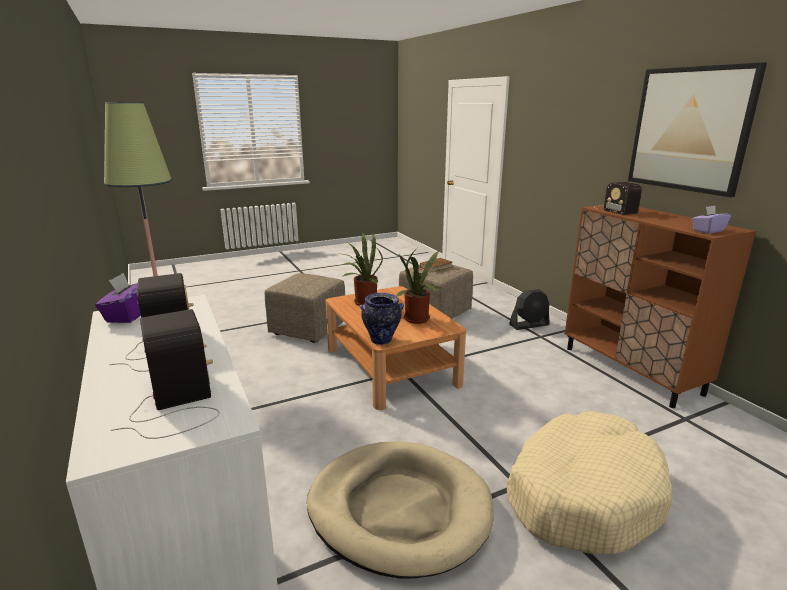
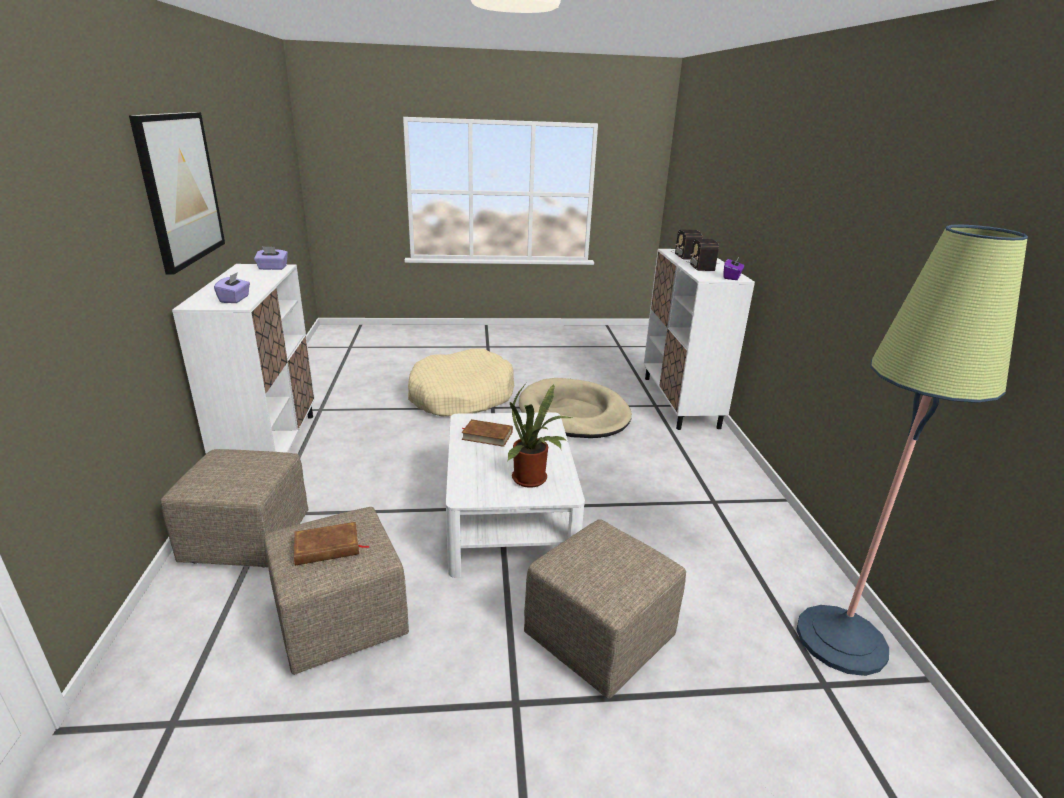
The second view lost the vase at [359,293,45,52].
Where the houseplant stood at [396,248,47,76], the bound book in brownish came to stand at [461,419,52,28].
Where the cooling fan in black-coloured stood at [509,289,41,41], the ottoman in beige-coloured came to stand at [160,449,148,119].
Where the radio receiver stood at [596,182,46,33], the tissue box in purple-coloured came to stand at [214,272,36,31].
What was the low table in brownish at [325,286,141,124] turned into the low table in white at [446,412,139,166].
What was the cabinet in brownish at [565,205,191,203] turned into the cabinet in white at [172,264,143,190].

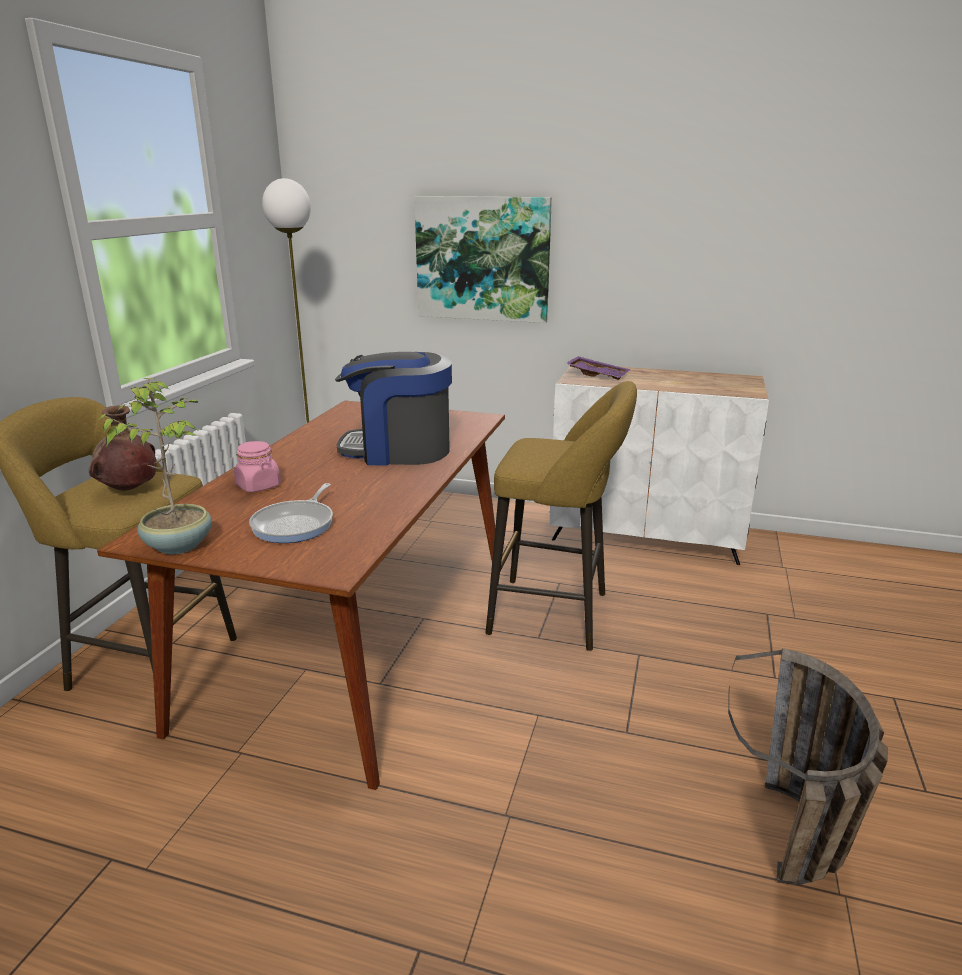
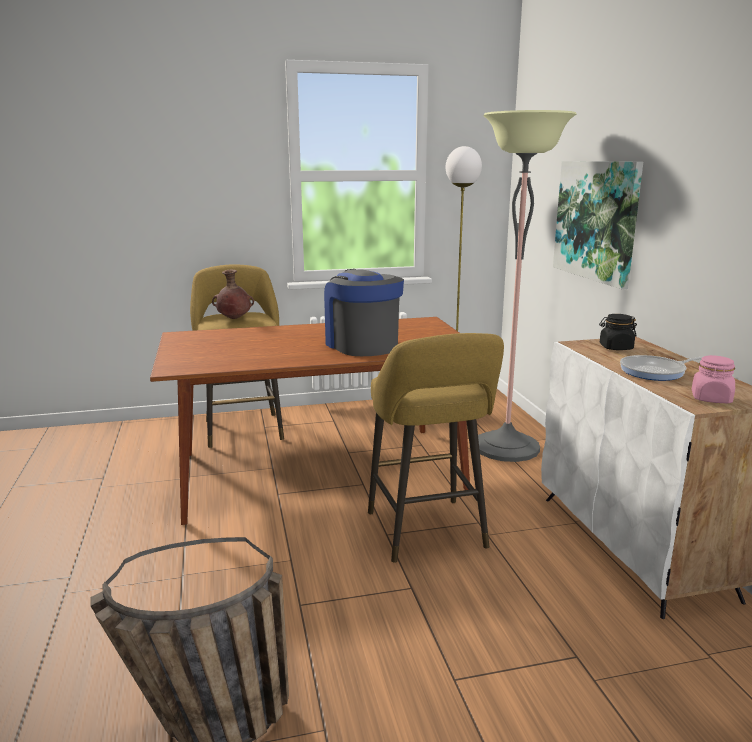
The second view lost the houseplant at [96,378,116,176].
The second view gained the standard lamp at [478,110,98,352].
The storage jar in pinkish ended up elsewhere, having gone from [234,441,47,51] to [692,355,43,48].
The pan ended up elsewhere, having gone from [249,483,84,60] to [620,355,82,26].
Where the serving tray in purple-coloured stood at [566,356,64,24], the storage jar in black-coloured came to stand at [599,314,38,36].

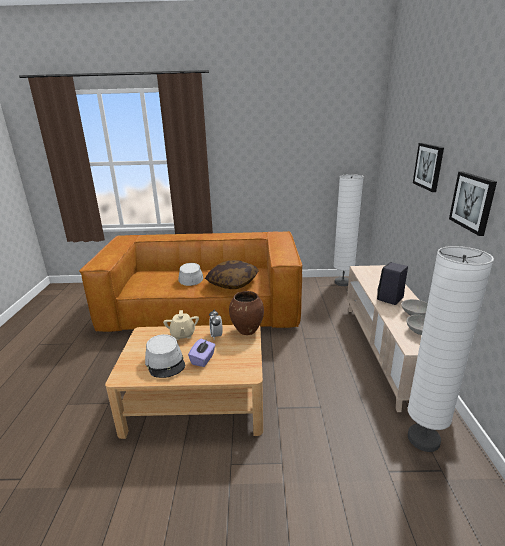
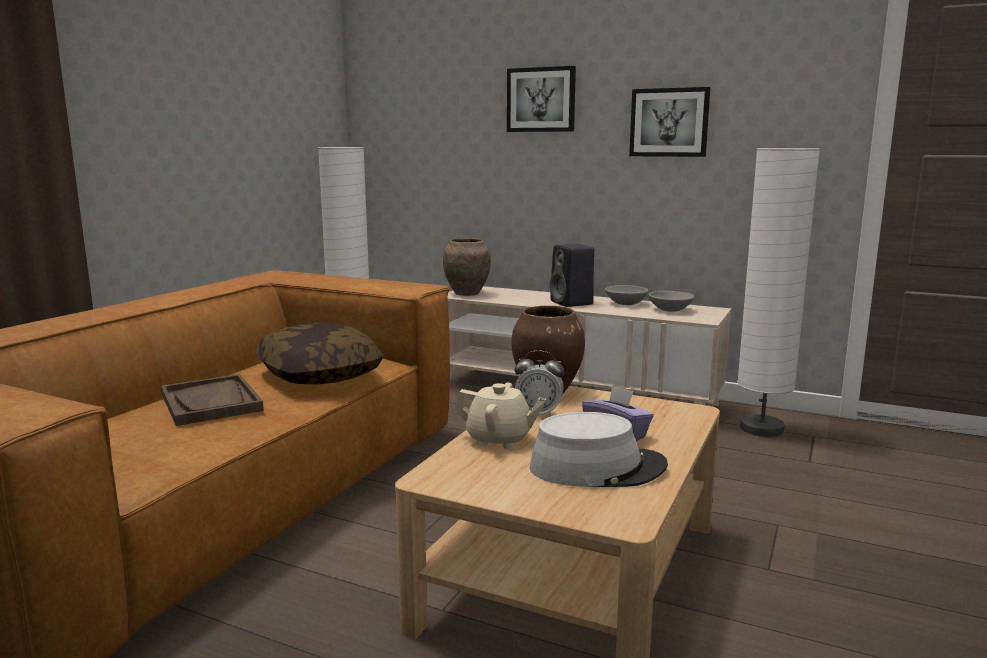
The second view gained the vase in brownish at [443,238,48,58].
Where the hat in grey stood at [178,263,25,23], the serving tray in brownish came to stand at [161,374,103,52].

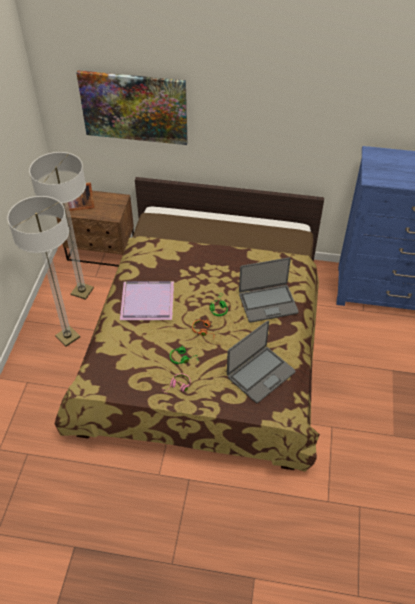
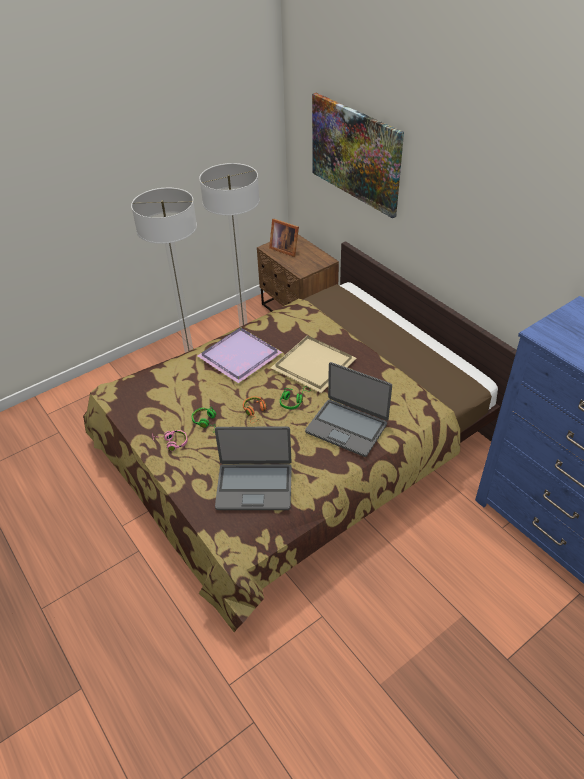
The second view gained the serving tray in beige-coloured at [271,336,85,57].

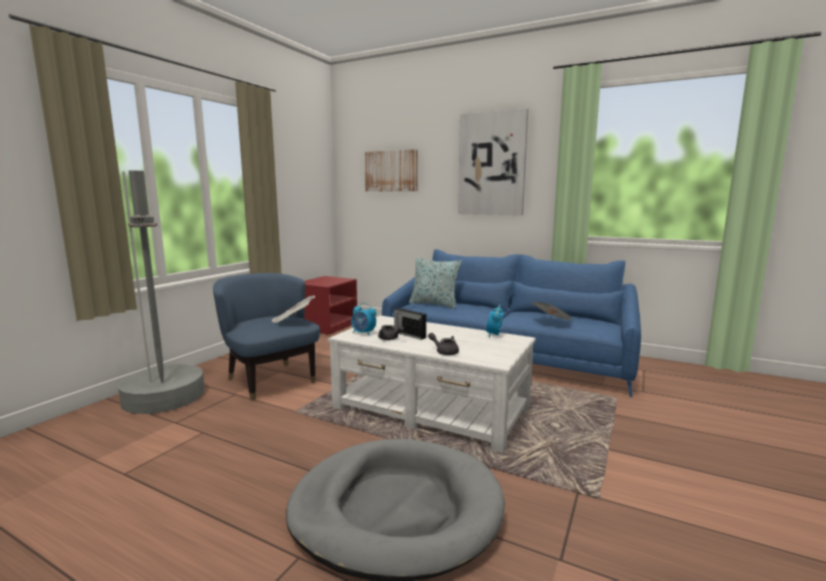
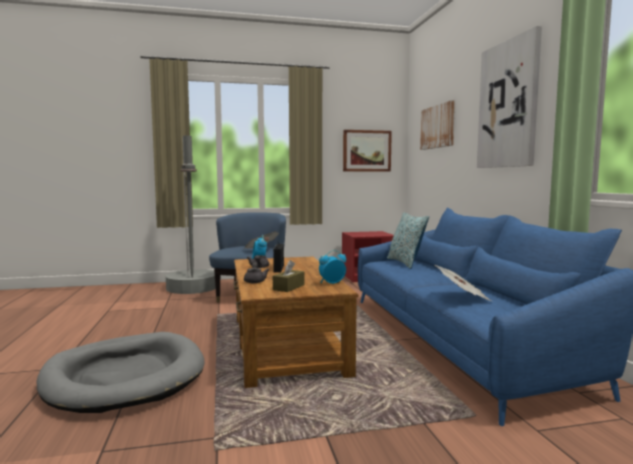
The second view gained the tissue box in brownish at [273,260,32,32].
The second view gained the wall picture at [343,130,49,42].
What was the low table in white at [328,316,208,137] turned into the low table in brownish at [233,257,126,131].

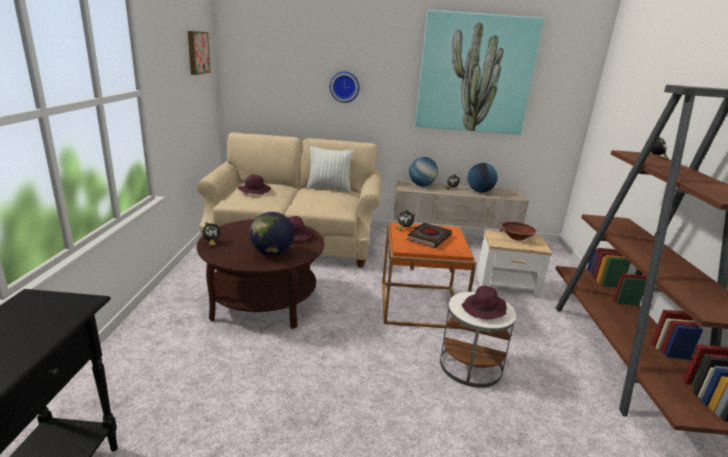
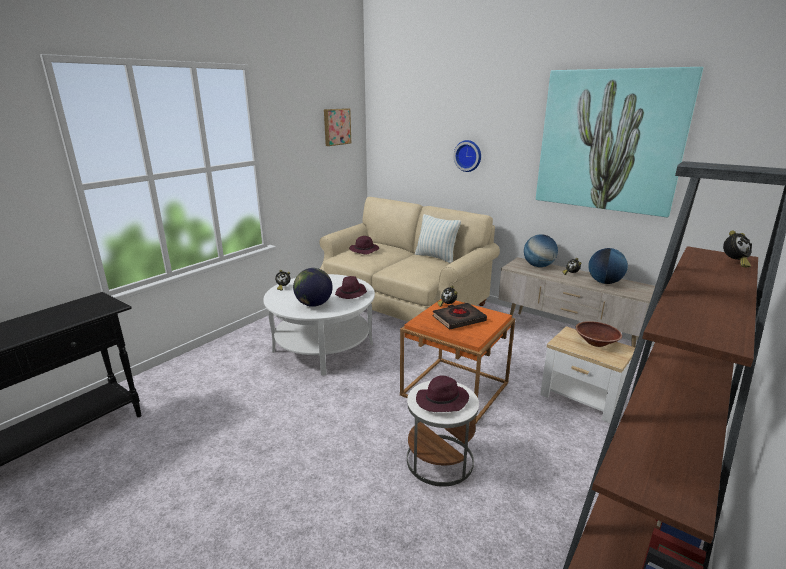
What was the low table in brownish at [197,219,127,110] turned into the low table in white at [263,274,112,102].

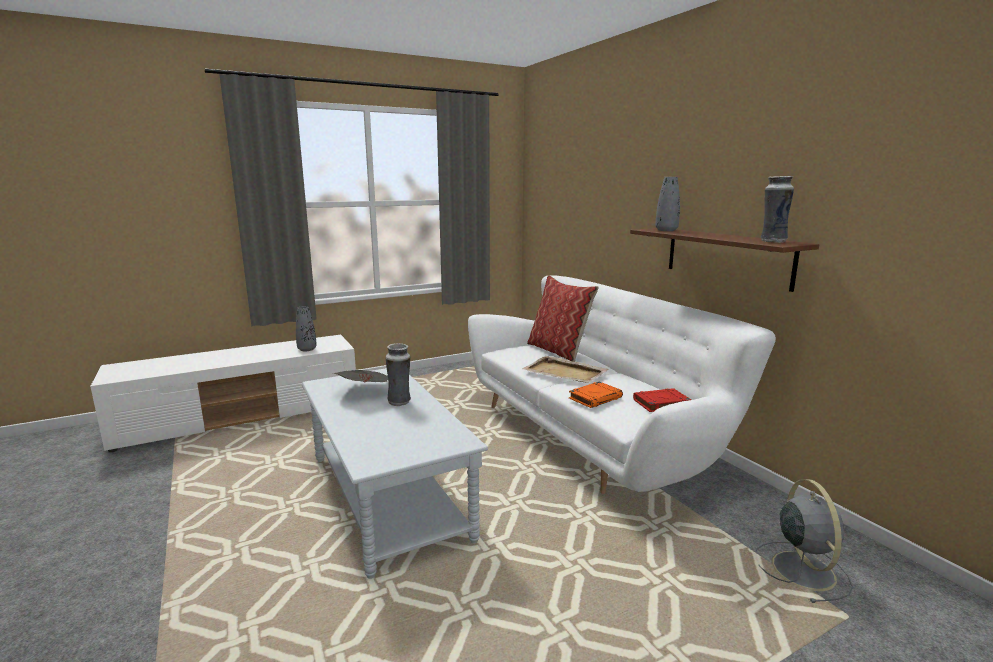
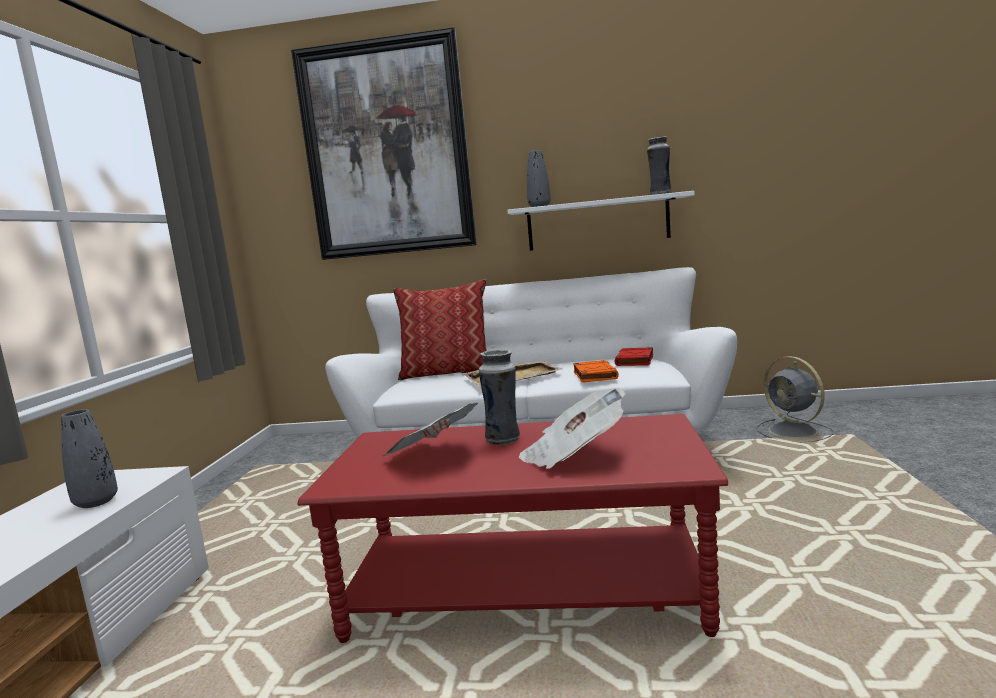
The second view gained the wall picture at [291,27,186,233].
The second view gained the daily paper at [519,388,107,81].
What was the low table in grey at [301,368,187,211] turned into the low table in red at [298,414,430,229].
What was the bracket shelf in brownish at [630,228,189,64] turned into the bracket shelf in white at [507,191,188,60].
The cooling fan in grey at [755,479,98,124] ended up facing another way, 150 degrees counterclockwise from before.

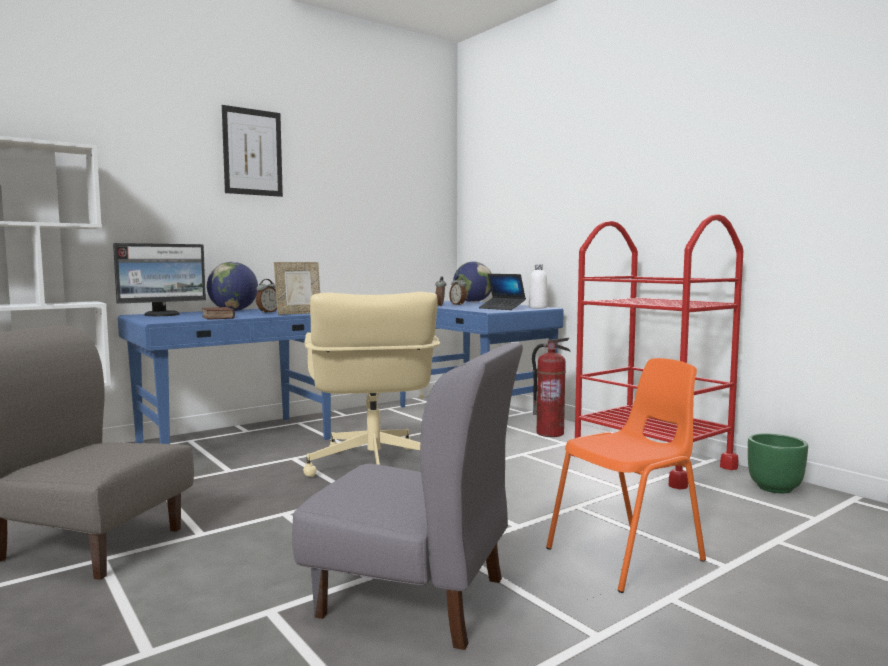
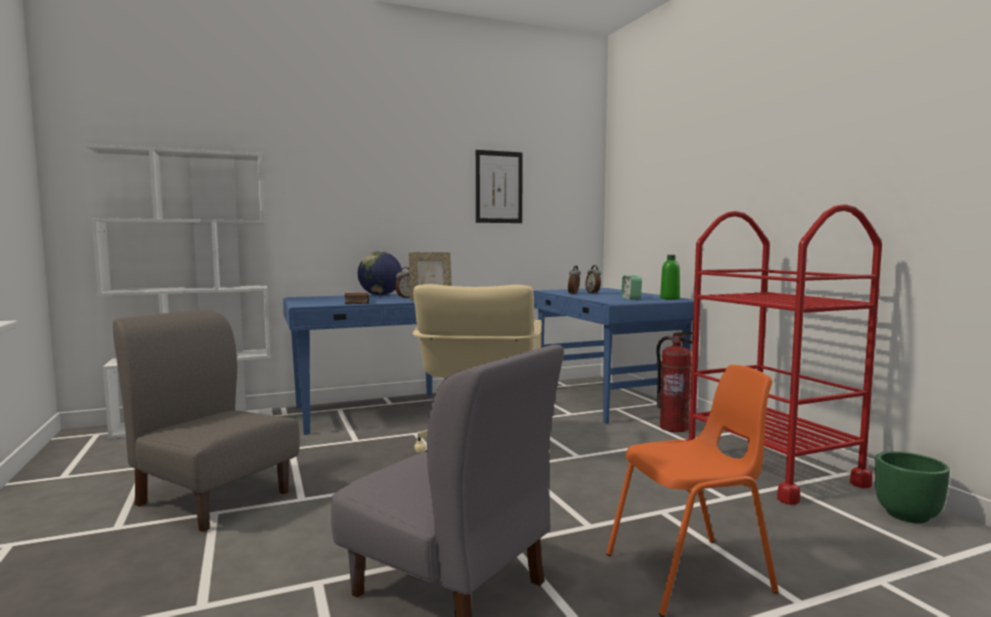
The second view lost the computer display at [113,243,93,73].
The second view lost the world globe at [453,262,39,40].
The wall picture ended up elsewhere, having gone from [222,105,61,92] to [476,150,47,73].
Where the notebook computer stood at [479,274,47,36], the table clock came to stand at [621,275,21,25].
What was the bottle in white at [529,264,18,44] turned into the bottle in green-coloured at [660,255,20,45].

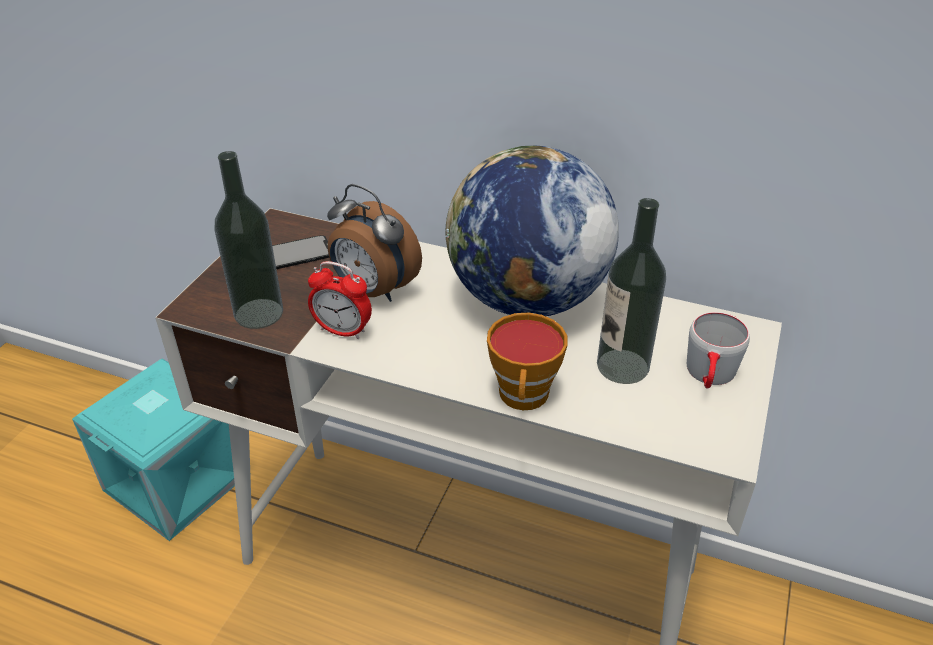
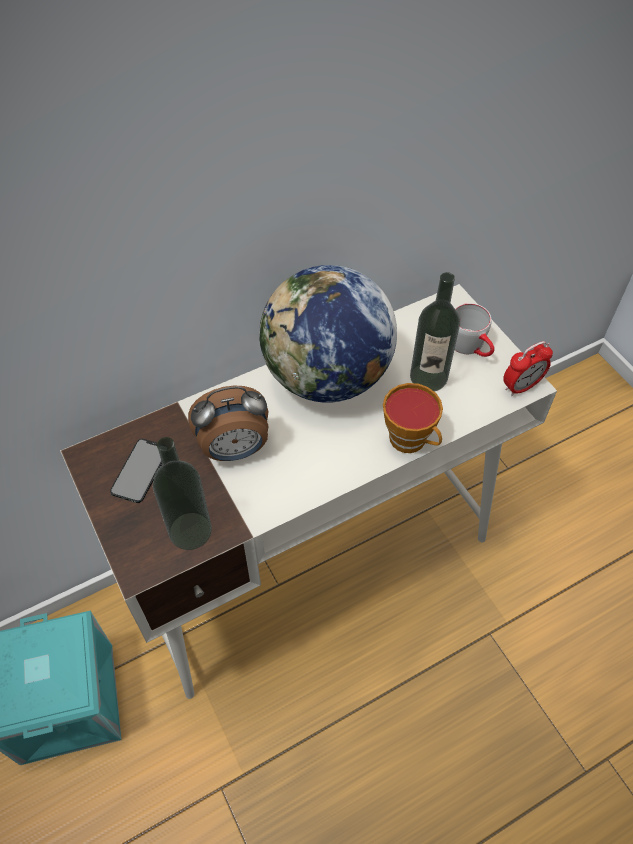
The table clock ended up elsewhere, having gone from [308,261,64,78] to [503,341,50,55].

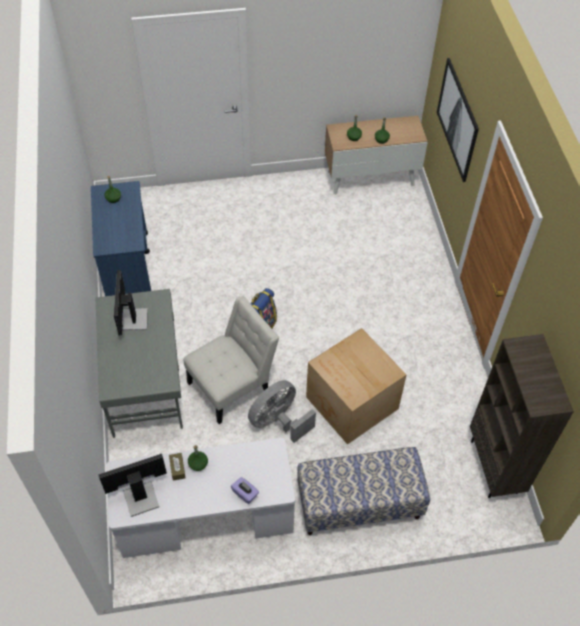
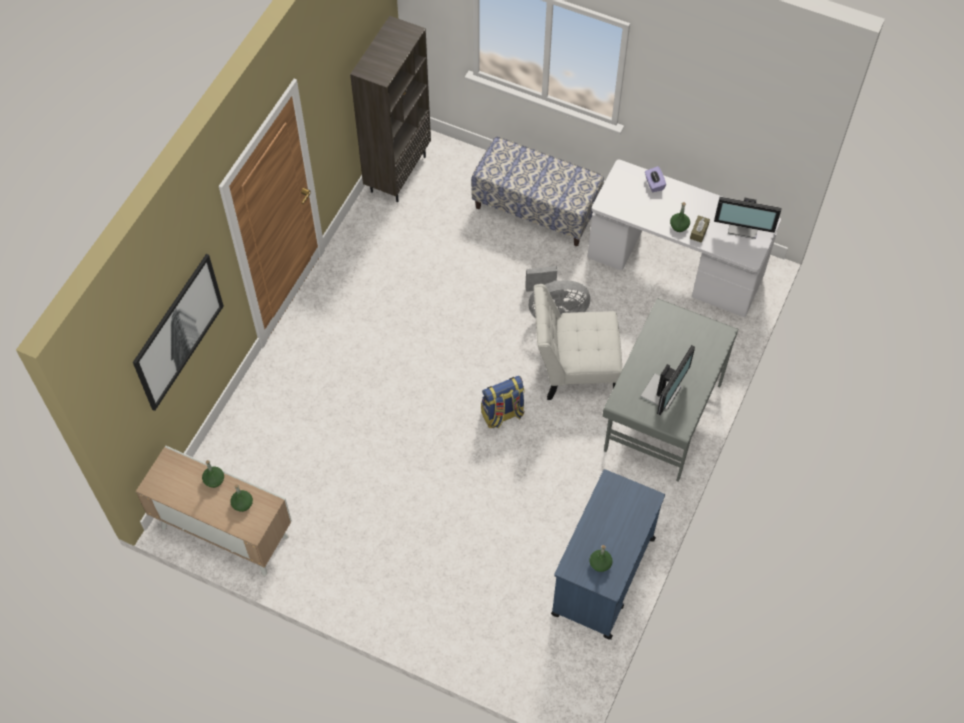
The second view lost the cardboard box at [306,328,101,117].

